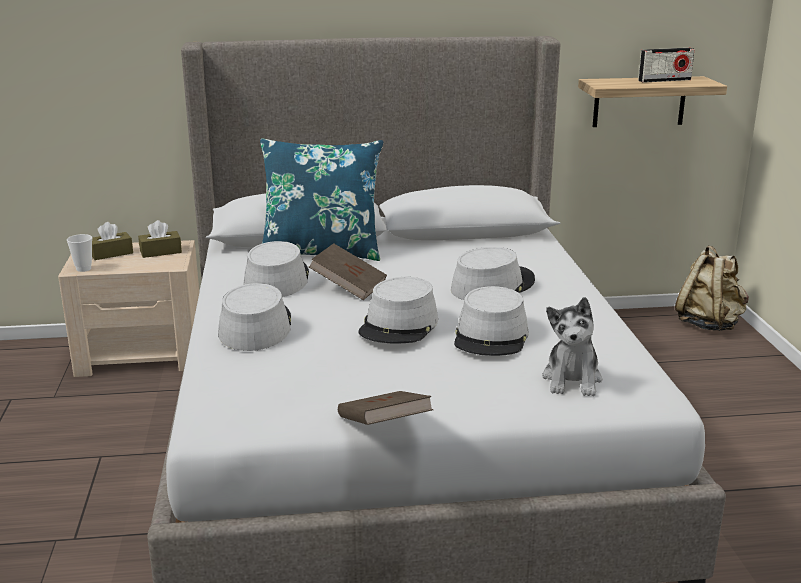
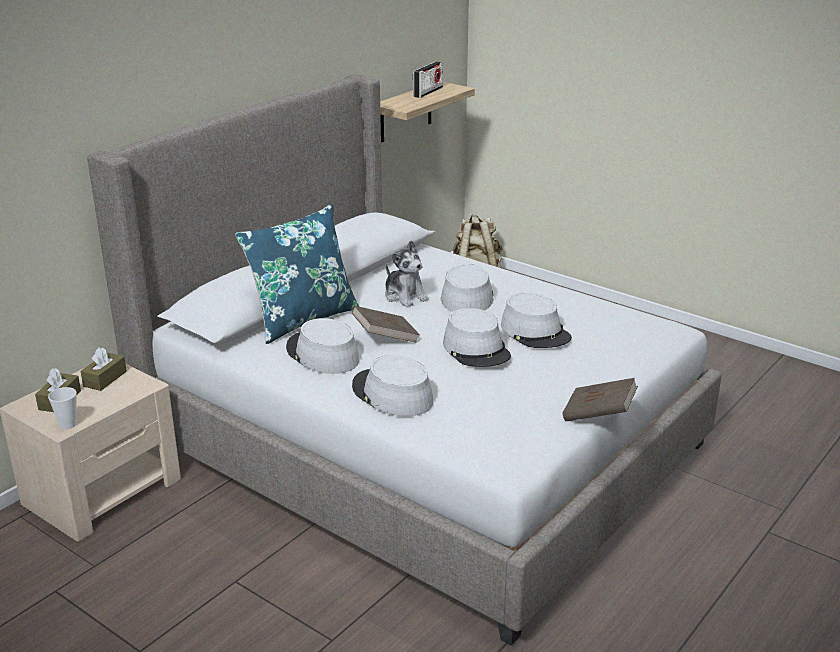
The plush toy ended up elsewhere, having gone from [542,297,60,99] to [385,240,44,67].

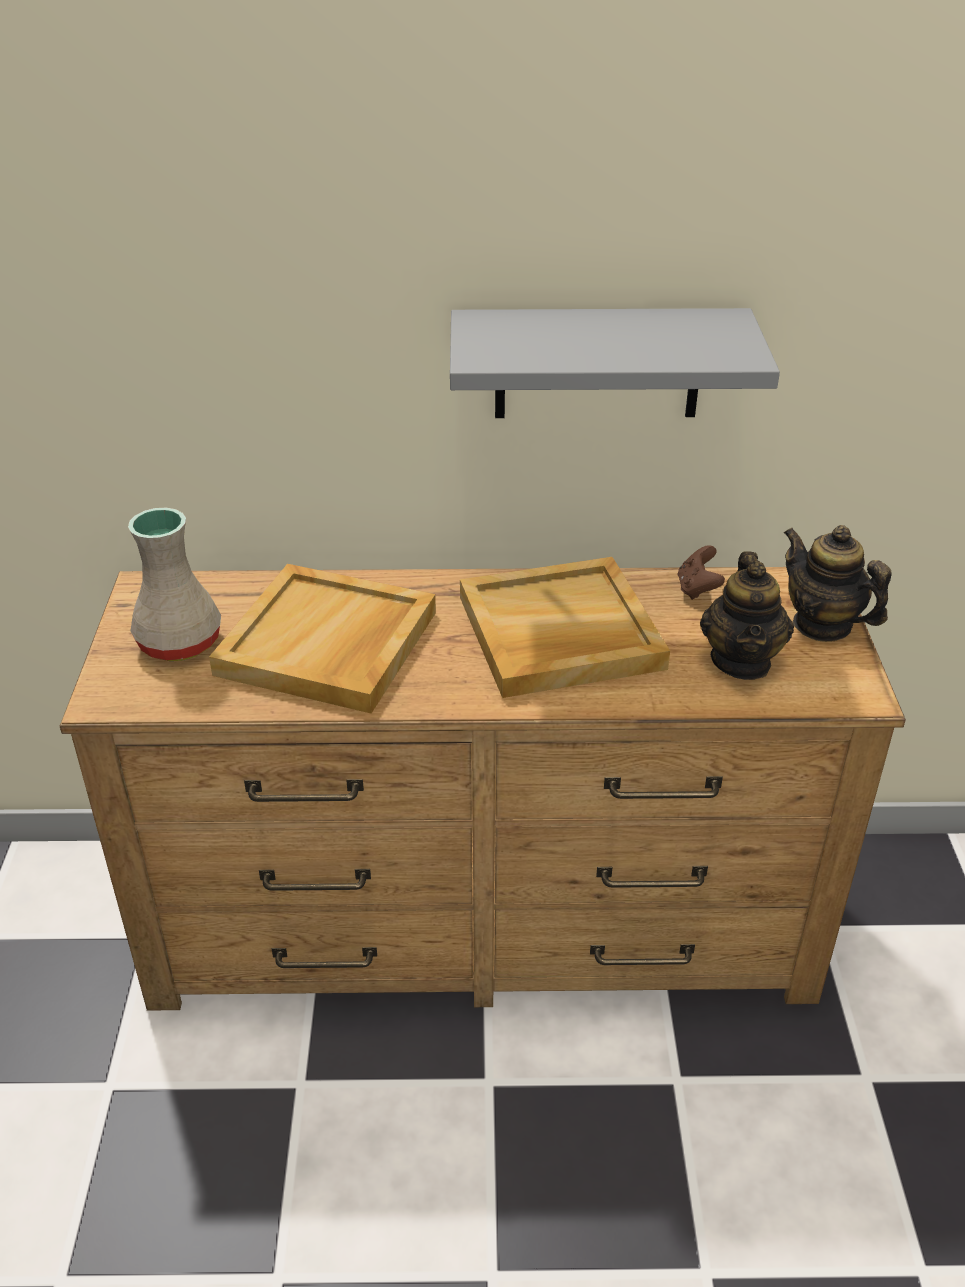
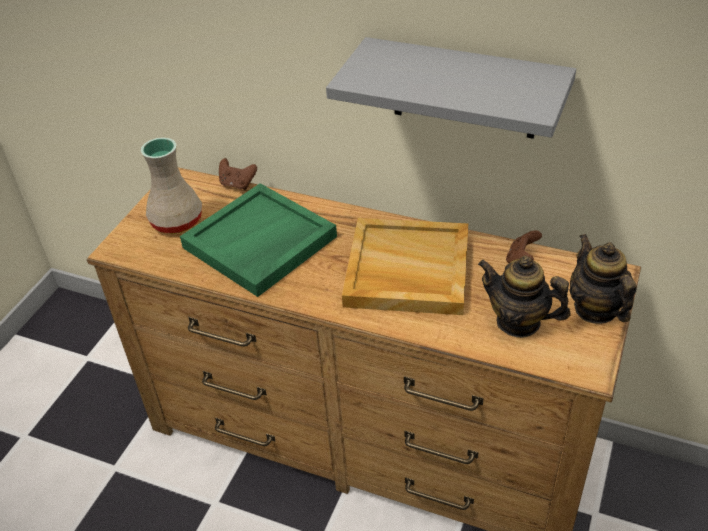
The second view gained the gamepad in brownish at [219,158,38,32].
What was the serving tray in beige-coloured at [209,564,227,150] turned into the serving tray in green-coloured at [180,183,157,114].
The pot for tea at [700,551,94,129] ended up facing another way, 90 degrees clockwise from before.

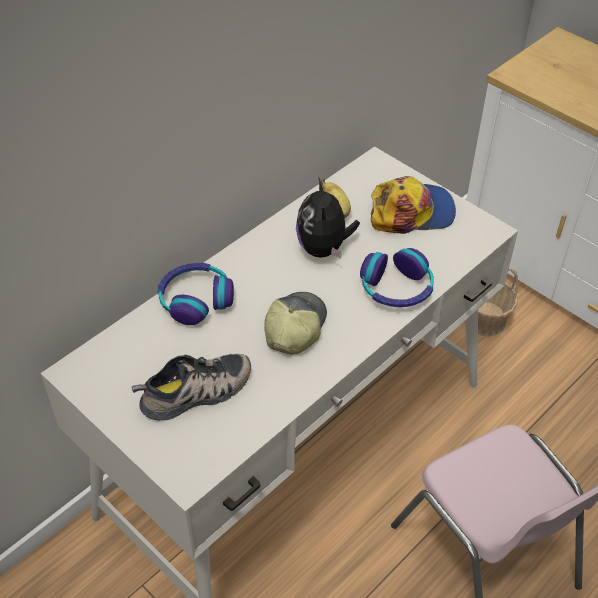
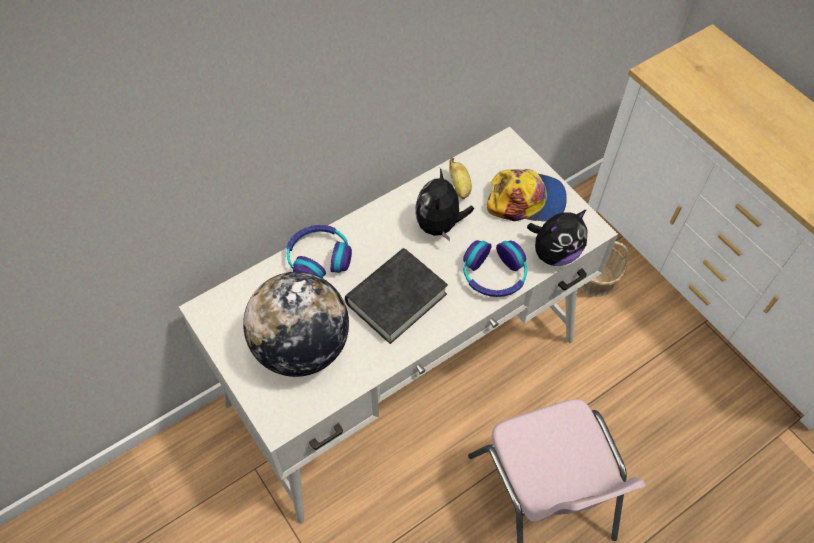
The second view gained the plush toy at [527,209,61,57].
Where the shoe stood at [132,354,119,66], the world globe came to stand at [243,271,106,106].
Where the peaked cap stood at [264,292,63,63], the bound book in black-coloured came to stand at [345,248,103,96].

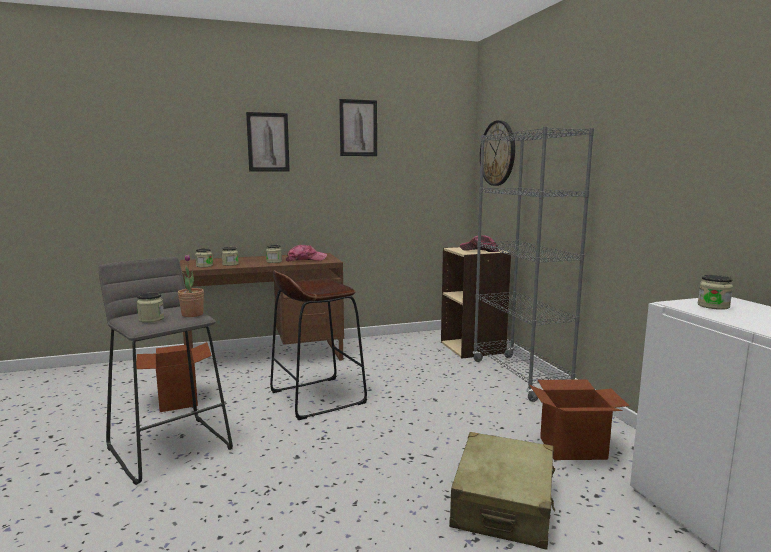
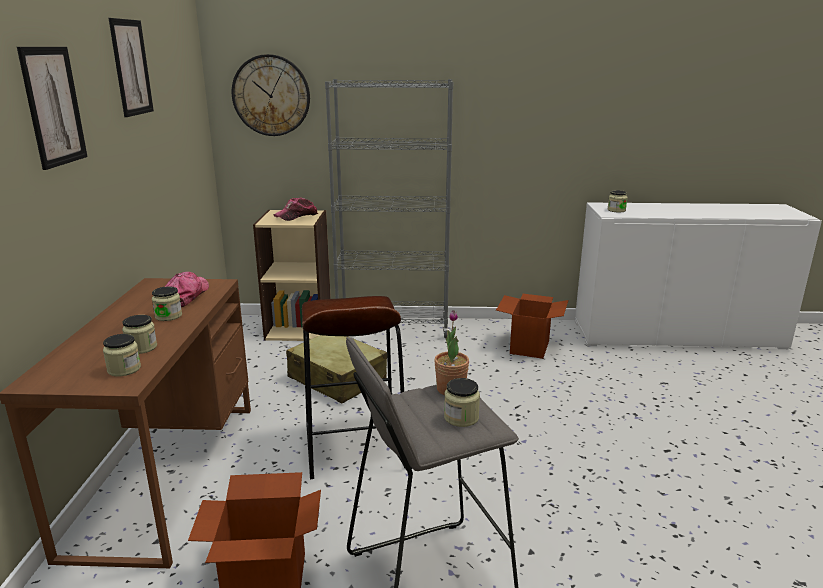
The suitcase in beige-coloured ended up elsewhere, having gone from [449,432,106,117] to [286,335,101,69].

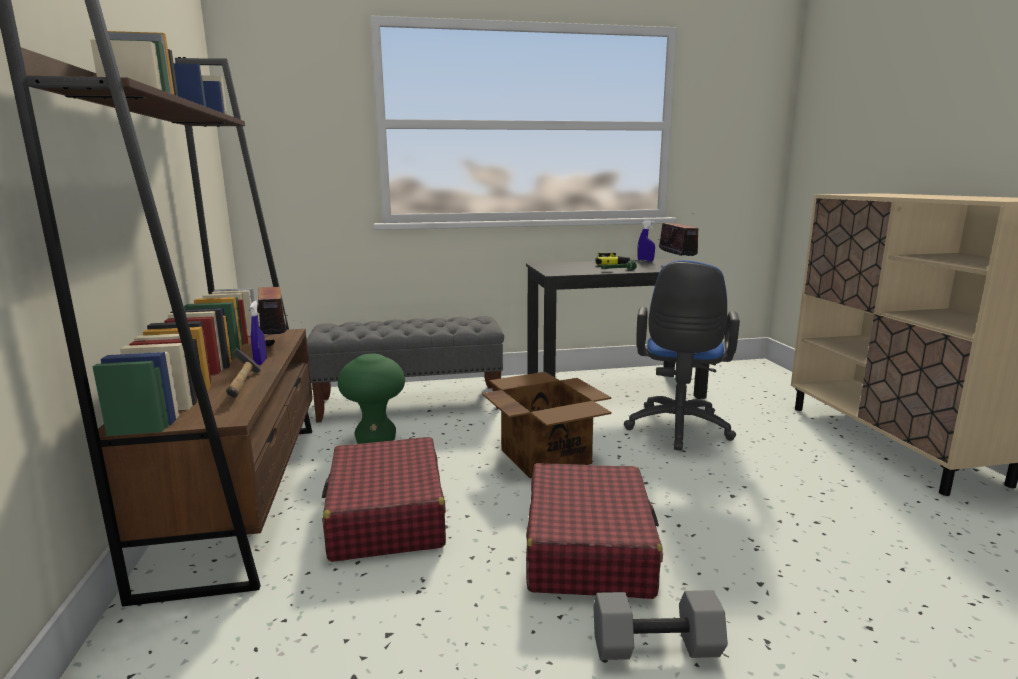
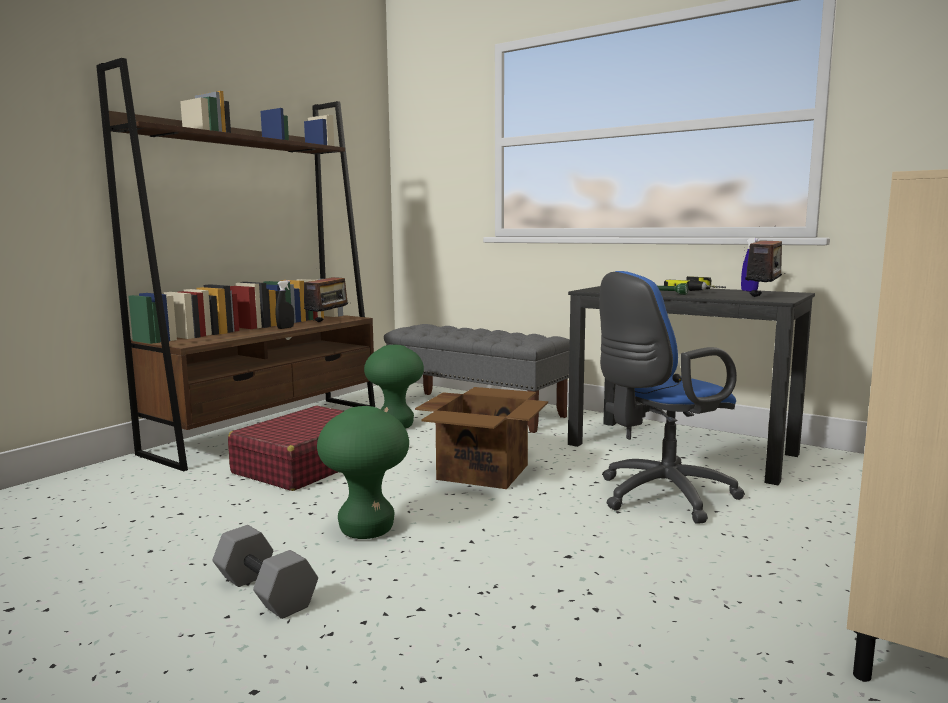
The second view lost the hammer at [226,349,36,49].
Where the suitcase in red stood at [526,463,137,136], the stool in green-coloured came to stand at [317,406,92,133].
What was the hand sprayer in blue at [250,301,17,64] turned into the hand sprayer in black-coloured at [276,280,18,49].

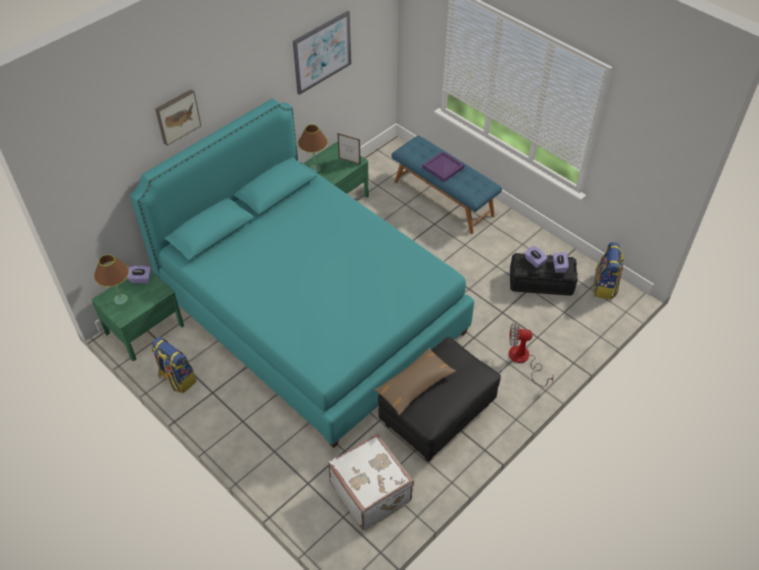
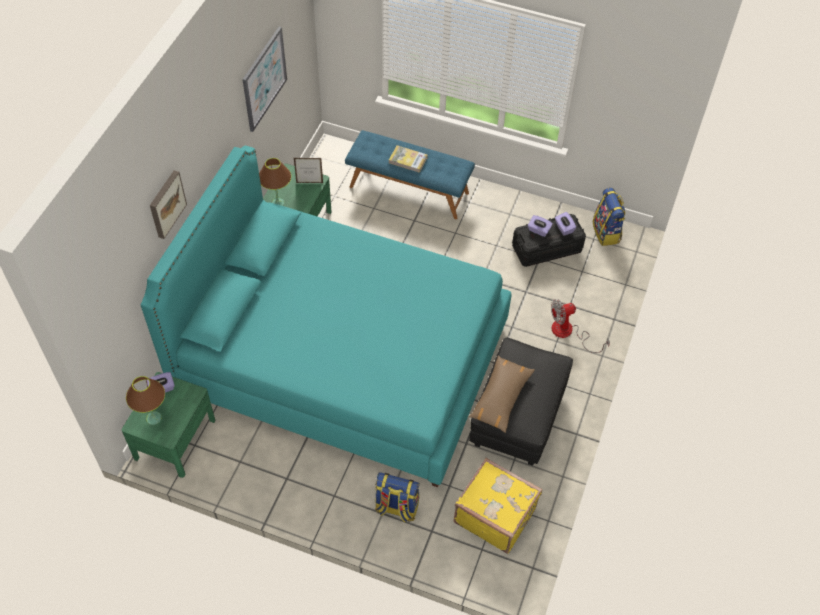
The knapsack ended up elsewhere, having gone from [152,337,45,56] to [375,472,45,50].
Where the serving tray in purple-coloured stood at [422,151,43,31], the bound book came to stand at [389,145,39,28].
What was the suitcase in white at [328,434,86,96] turned into the suitcase in yellow at [453,458,89,96].

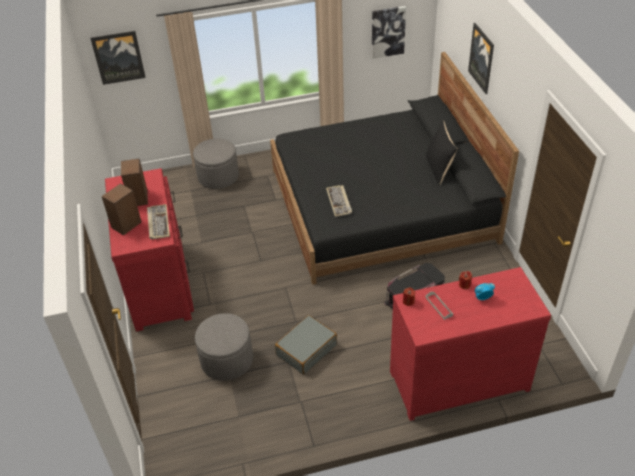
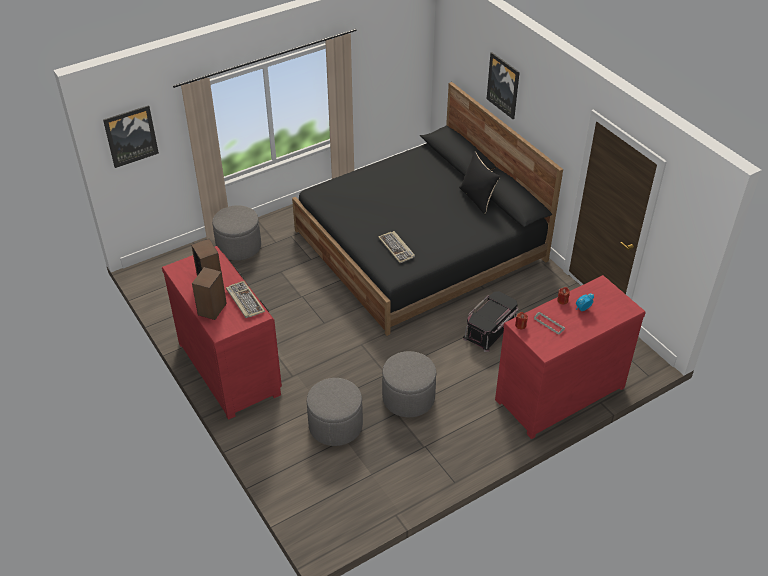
The second view lost the wall picture at [372,6,34,53].
Where the suitcase in grey stood at [275,315,62,60], the ottoman in grey came to stand at [382,351,54,66].

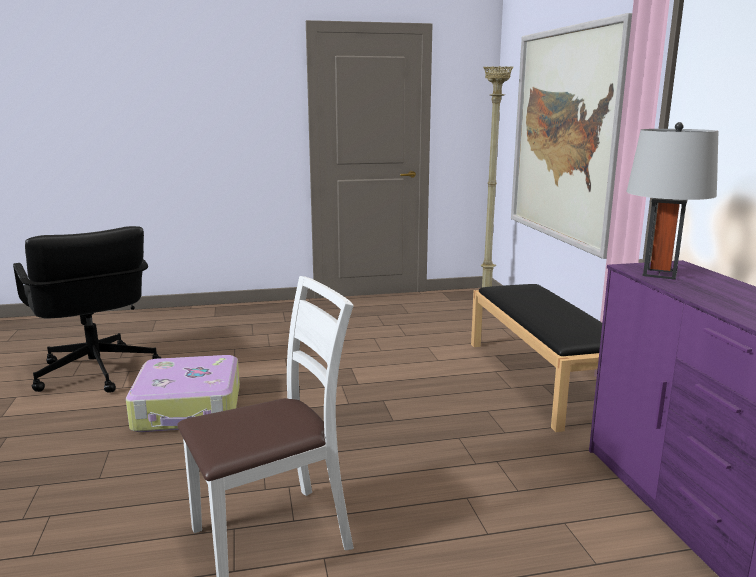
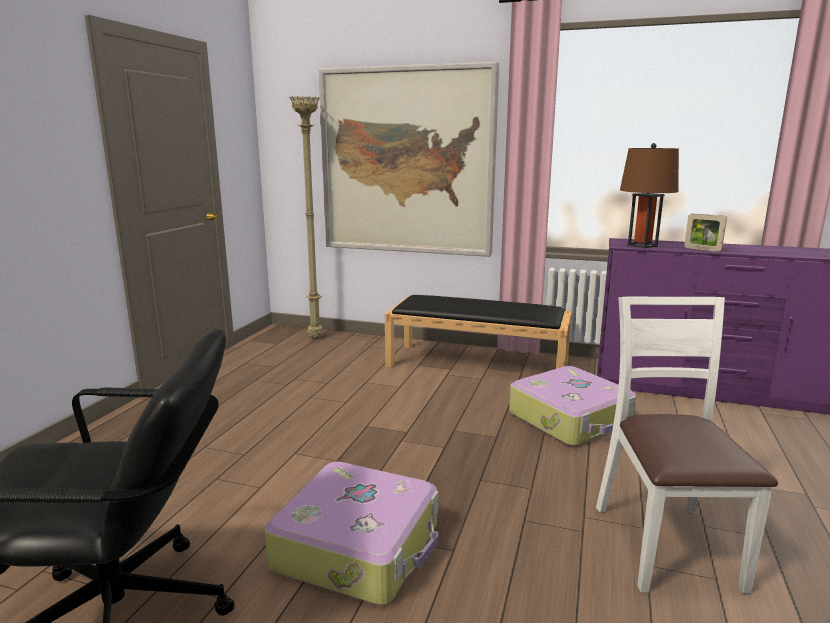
The second view gained the suitcase at [509,366,127,80].
The second view gained the picture frame at [684,213,43,39].
What was the table lamp in grey at [627,122,92,158] turned into the table lamp in brownish at [620,143,59,105].

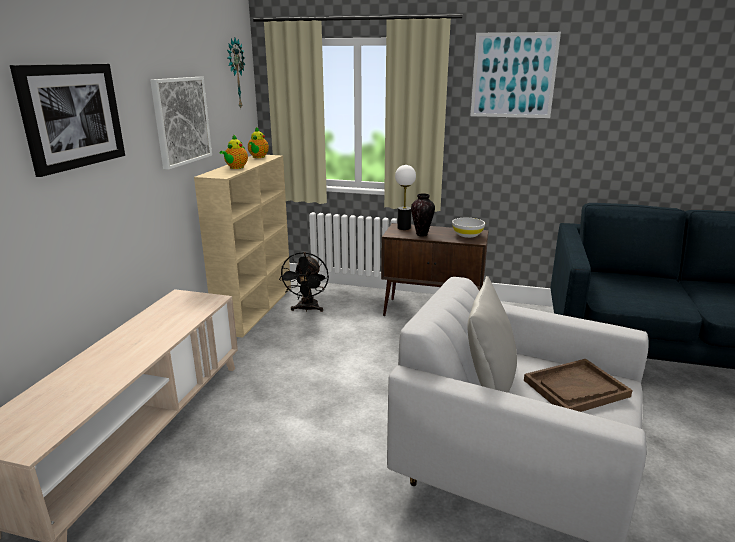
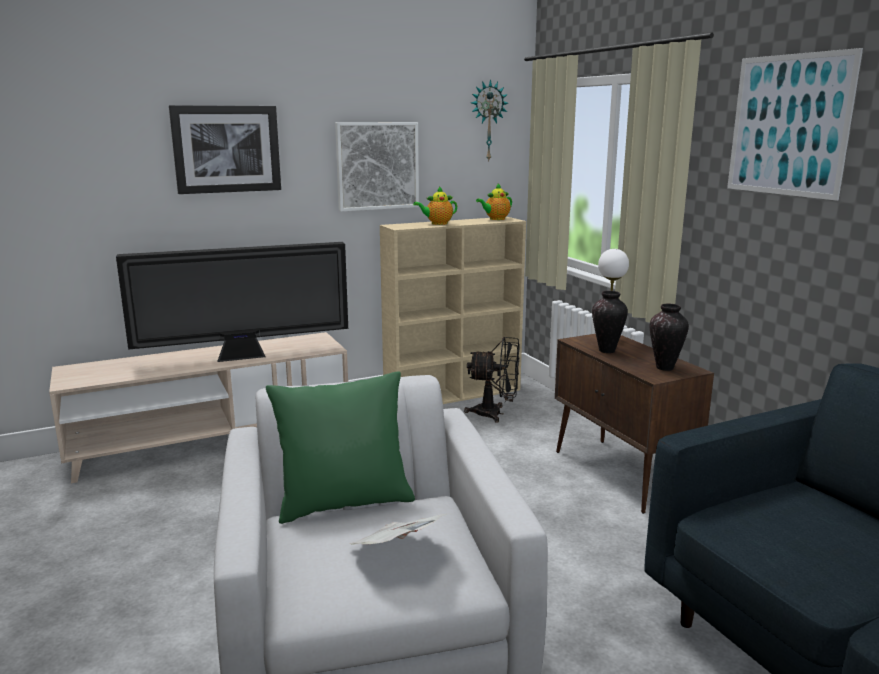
The second view gained the TV set at [116,242,232,120].
Where the serving bowl in white stood at [452,218,33,20], the vase came to stand at [650,304,39,67].
Where the serving tray in brownish stood at [524,359,109,53], the daily paper came to stand at [350,513,101,32].
What was the cushion in grey at [467,276,50,117] turned into the cushion in green-coloured at [266,372,149,152].
The cooling fan in black-coloured at [279,252,50,60] ended up facing another way, 135 degrees counterclockwise from before.

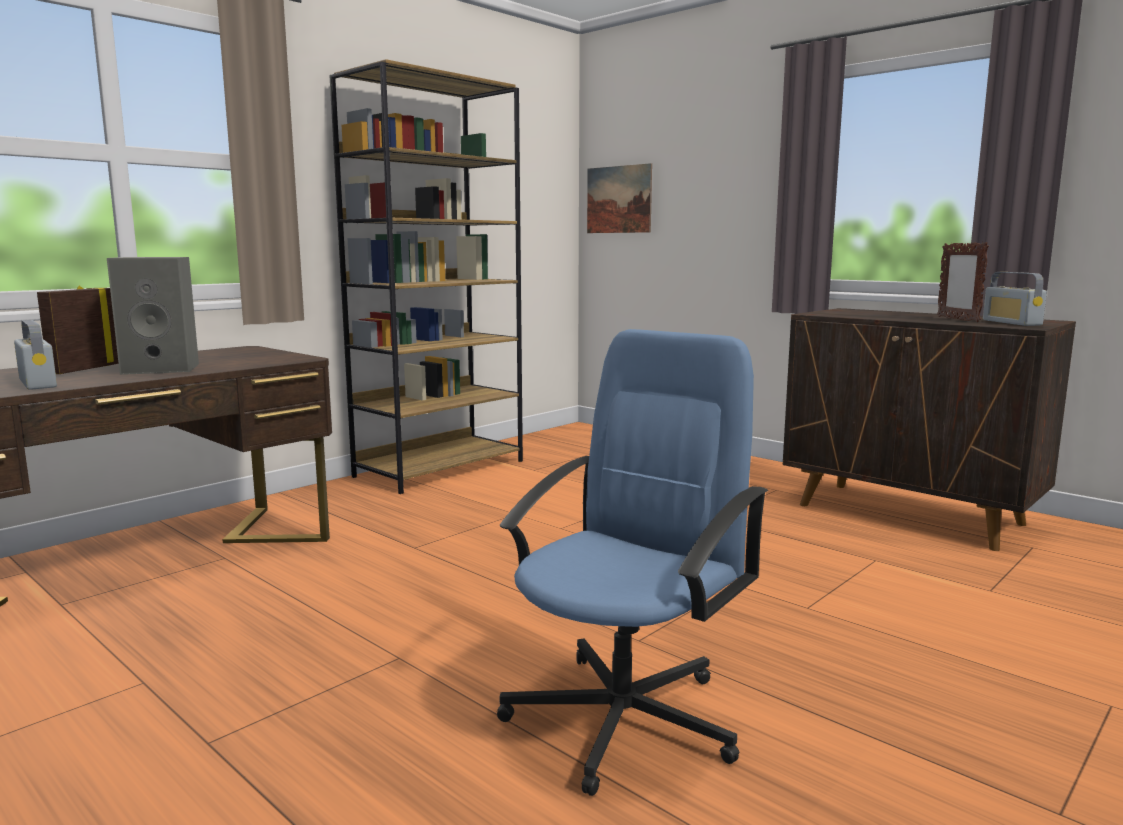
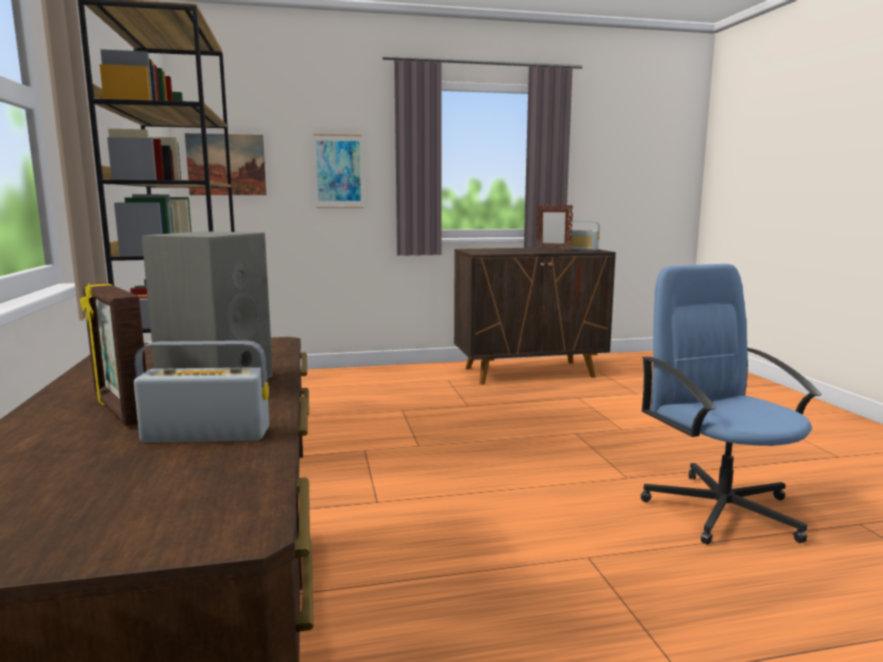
The second view gained the wall picture at [313,134,50,74].

